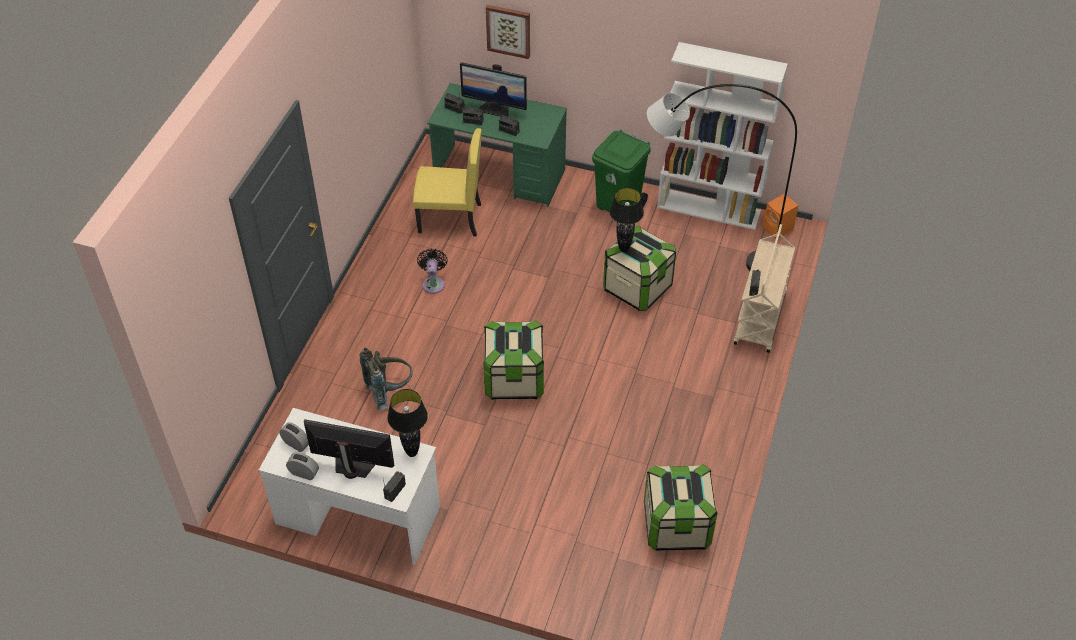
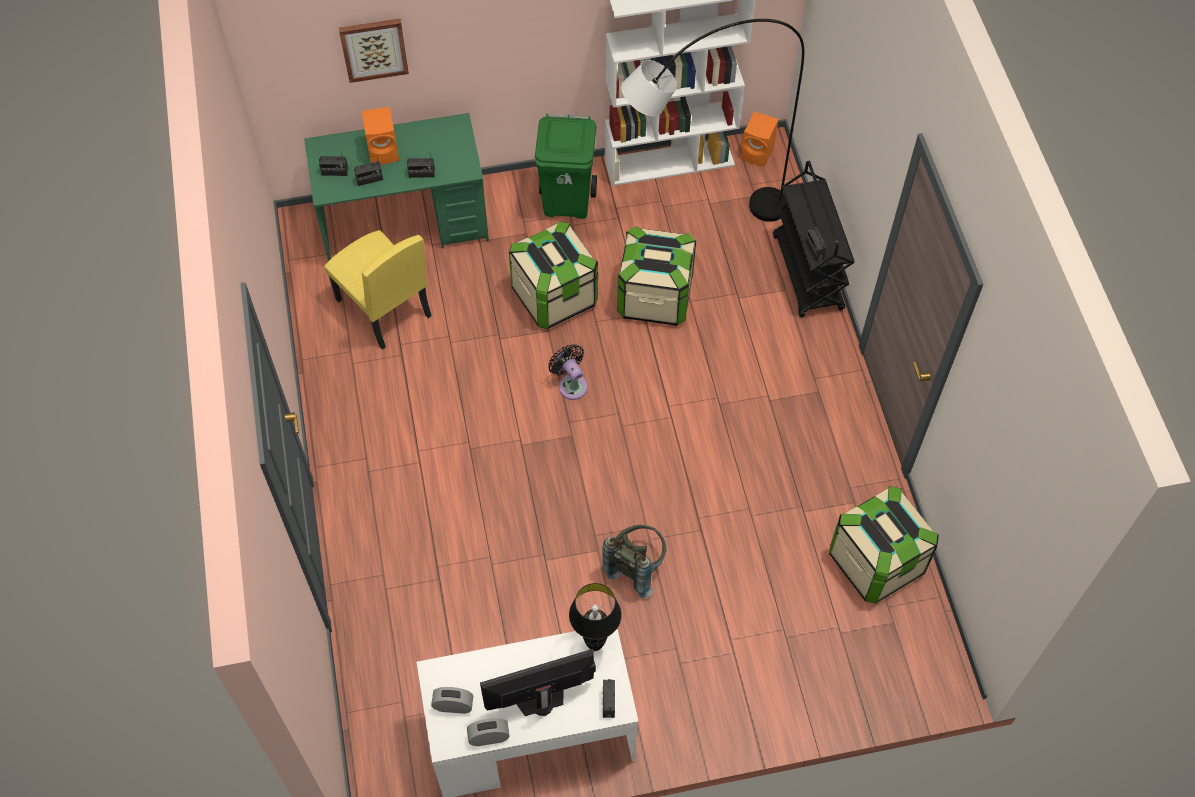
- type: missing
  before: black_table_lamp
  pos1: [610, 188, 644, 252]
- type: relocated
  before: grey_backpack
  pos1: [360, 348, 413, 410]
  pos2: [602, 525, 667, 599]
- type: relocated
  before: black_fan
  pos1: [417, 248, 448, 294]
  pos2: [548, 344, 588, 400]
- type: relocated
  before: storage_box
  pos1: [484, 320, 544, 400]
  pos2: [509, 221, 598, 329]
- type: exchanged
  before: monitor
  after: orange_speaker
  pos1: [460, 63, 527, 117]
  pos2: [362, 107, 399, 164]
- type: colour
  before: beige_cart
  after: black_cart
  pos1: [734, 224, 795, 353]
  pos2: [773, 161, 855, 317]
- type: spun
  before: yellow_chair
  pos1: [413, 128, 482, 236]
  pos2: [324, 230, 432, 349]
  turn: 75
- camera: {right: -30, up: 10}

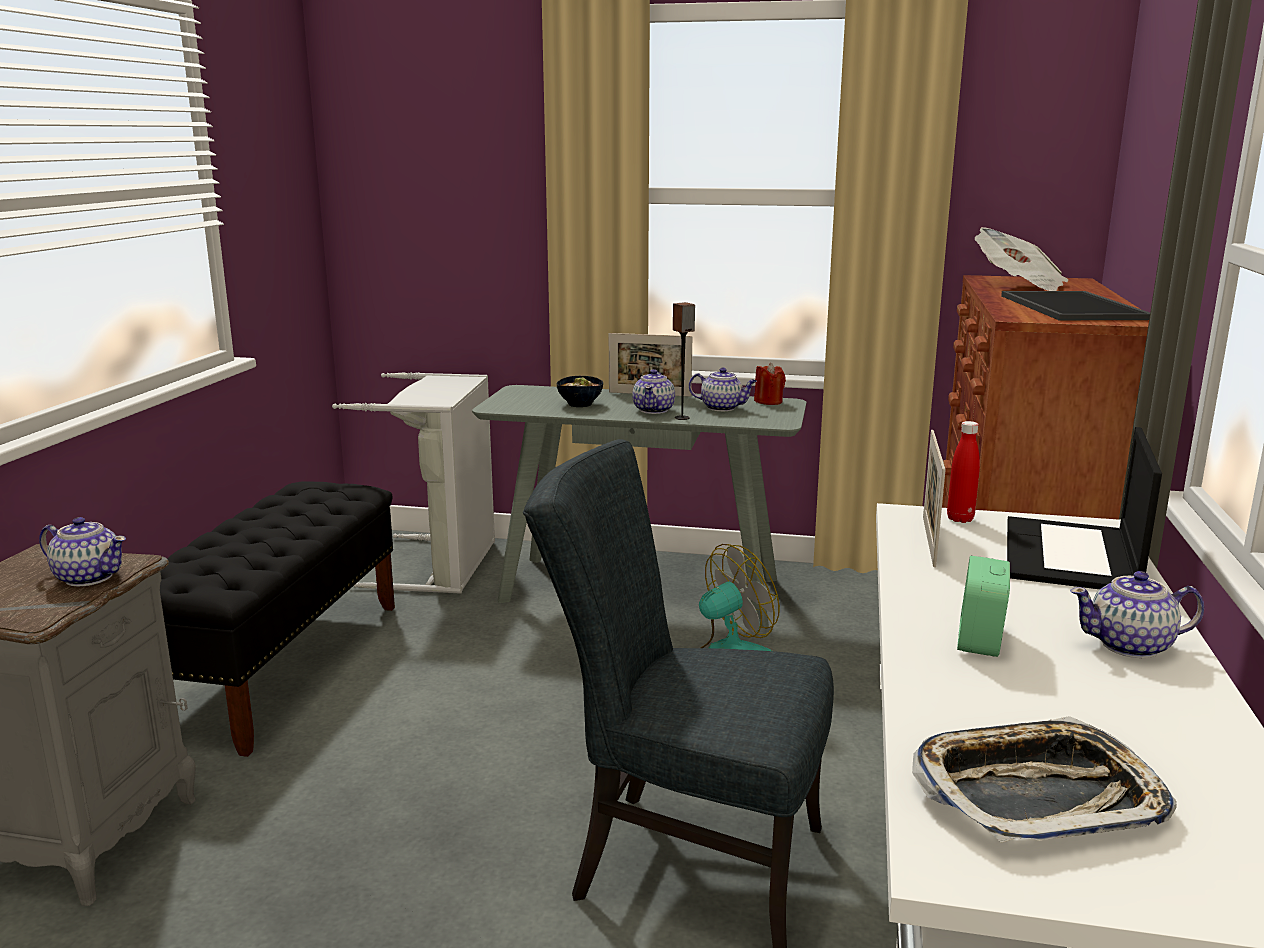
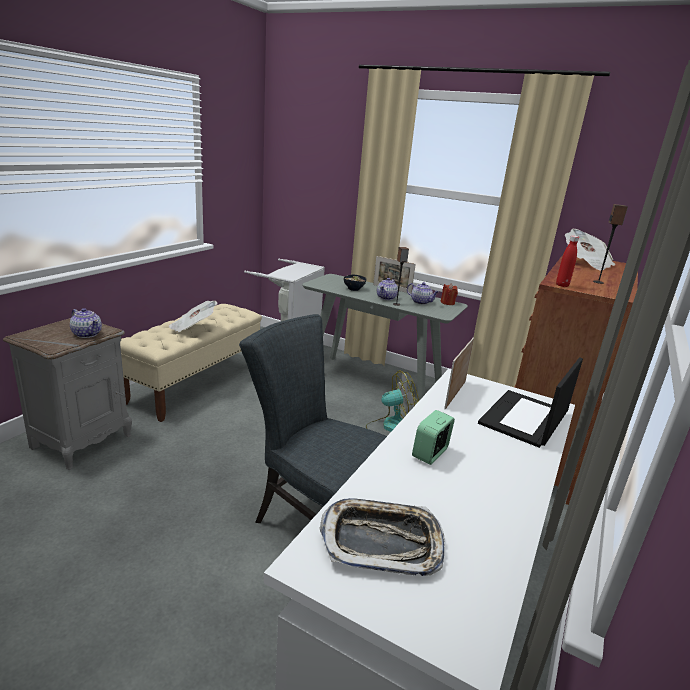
- type: missing
  before: teapot
  pos1: [1070, 571, 1204, 658]
- type: appeared
  after: newspaper
  pos2: [169, 301, 218, 332]
- type: relocated
  before: red_bottle
  pos1: [947, 421, 980, 523]
  pos2: [556, 236, 579, 287]
- type: exchanged
  before: tray
  after: speaker
  pos1: [1001, 291, 1150, 320]
  pos2: [593, 204, 628, 284]
- type: colour
  before: black_bench
  after: beige_bench
  pos1: [160, 481, 395, 757]
  pos2: [120, 304, 262, 422]
- camera: {right: 15, up: 5}

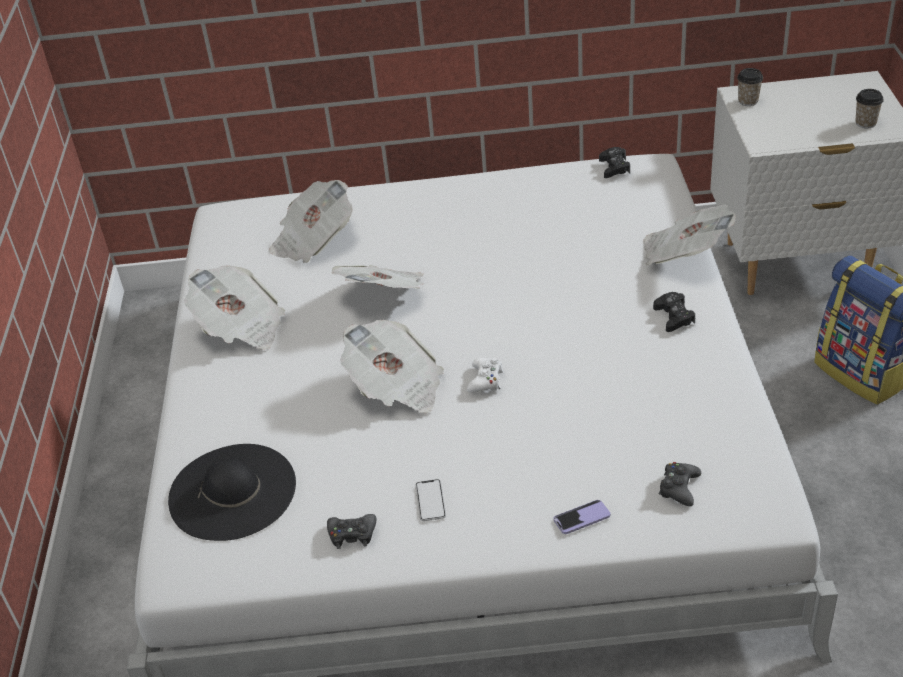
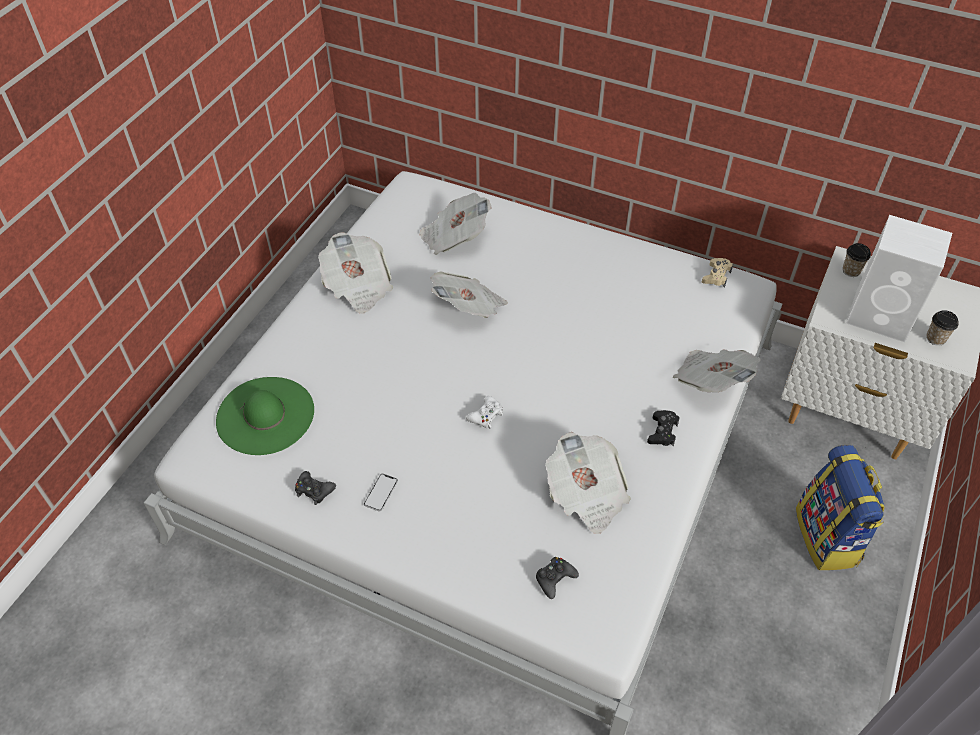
- type: missing
  before: phone
  pos1: [553, 500, 611, 534]
- type: appeared
  after: white_speaker
  pos2: [846, 215, 952, 342]
- type: relocated
  before: newspaper
  pos1: [340, 320, 444, 413]
  pos2: [545, 432, 631, 534]
- type: colour
  before: black_hat
  after: green_hat
  pos1: [168, 444, 296, 541]
  pos2: [216, 377, 314, 455]
- type: colour
  before: black_game_controller
  after: beige_game_controller
  pos1: [599, 147, 630, 178]
  pos2: [702, 258, 733, 287]
- camera: {right: 25, up: 10}

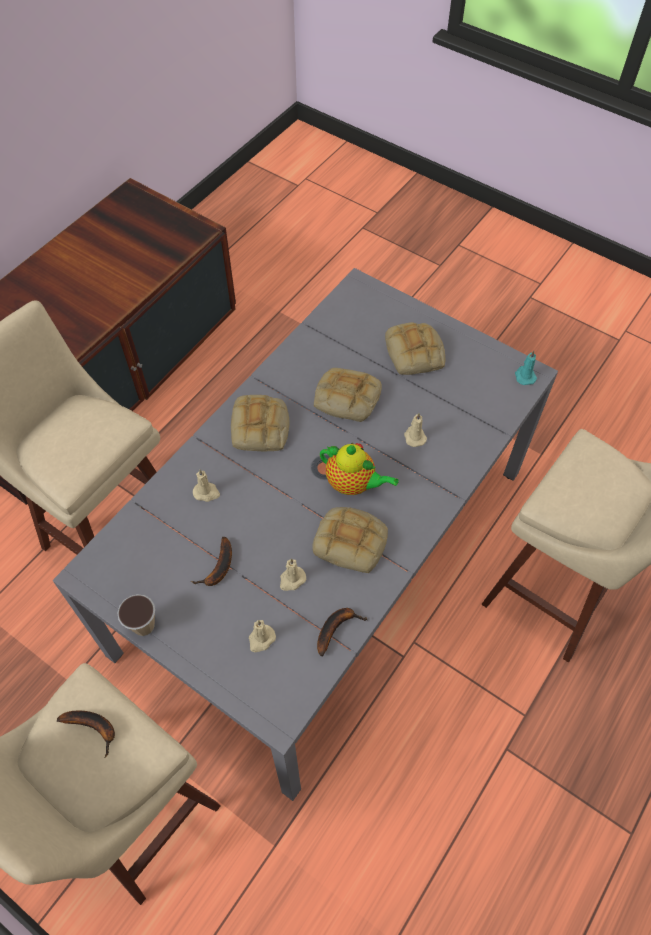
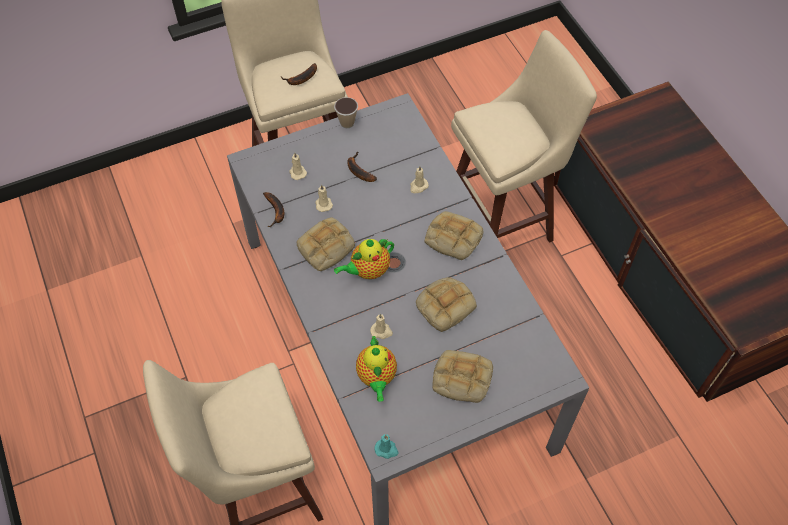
- type: appeared
  after: teapot
  pos2: [356, 336, 397, 402]
- camera: {right: 120, up: 0}

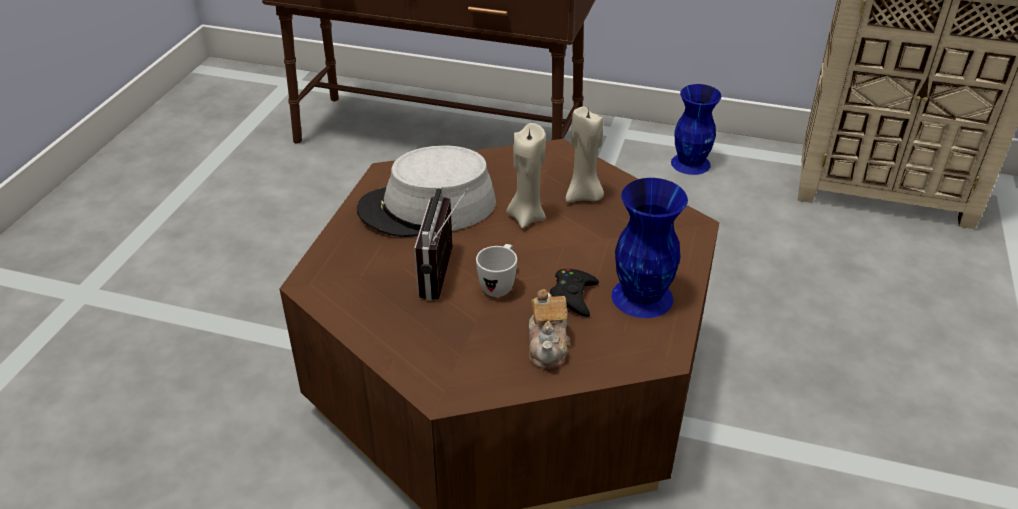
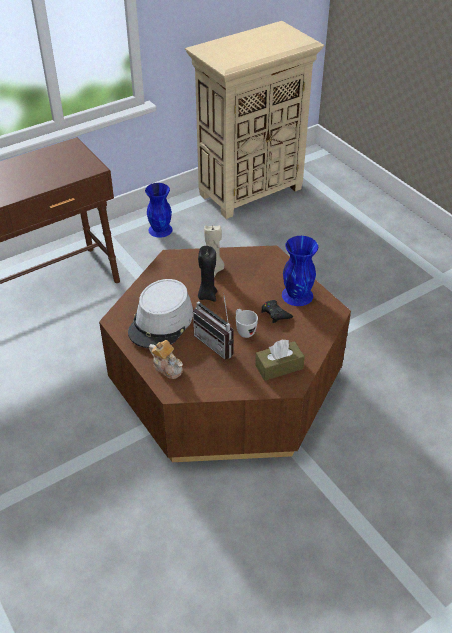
- type: appeared
  after: brown_tissue_box
  pos2: [255, 339, 305, 381]
- type: relocated
  before: teapot
  pos1: [529, 289, 570, 369]
  pos2: [149, 340, 183, 379]
- type: colour
  before: beige_candle
  after: black_candle
  pos1: [506, 123, 546, 228]
  pos2: [198, 246, 217, 302]
- camera: {right: -50, up: 5}

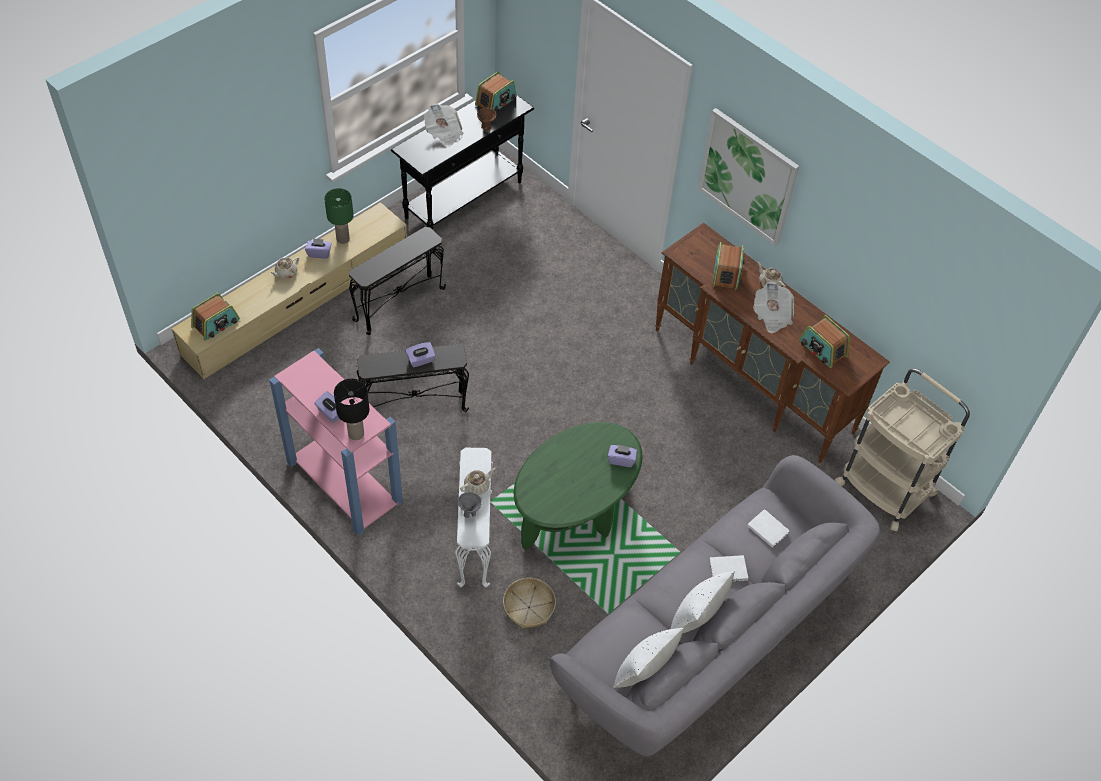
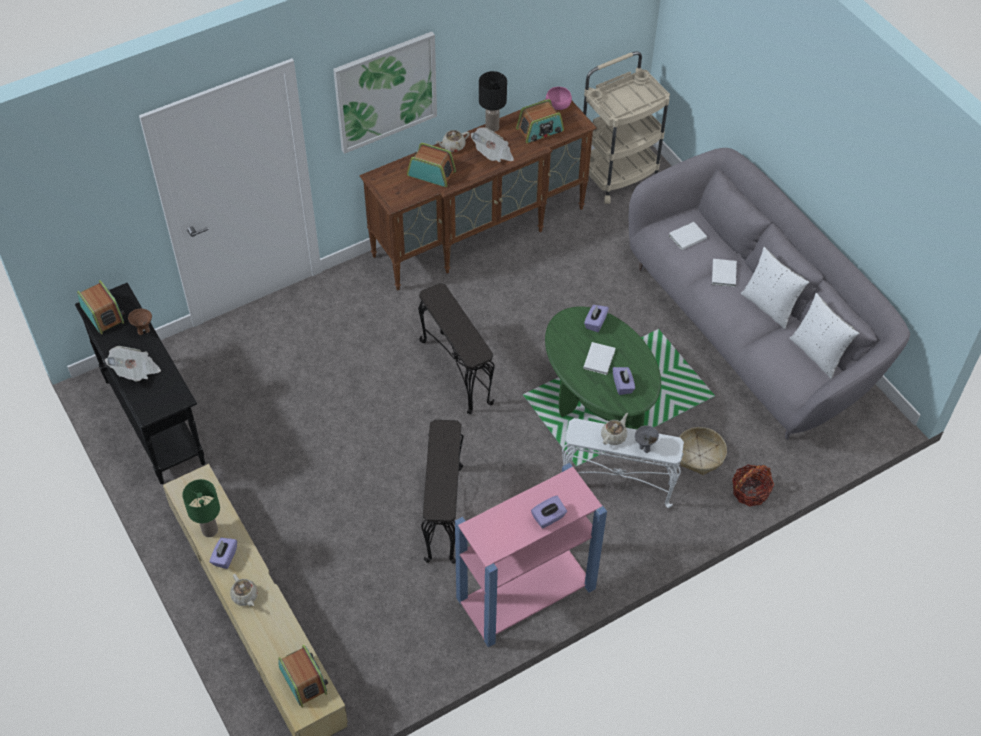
- type: appeared
  after: pink_bowl
  pos2: [546, 87, 572, 110]
- type: appeared
  after: white_book
  pos2: [583, 342, 616, 375]
- type: appeared
  after: basket
  pos2: [732, 464, 774, 506]
- type: relocated
  before: black_table_lamp
  pos1: [334, 379, 370, 441]
  pos2: [479, 71, 507, 132]
- type: relocated
  before: black_side_table
  pos1: [349, 227, 446, 335]
  pos2: [418, 283, 495, 414]
- type: relocated
  before: purple_tissue_box
  pos1: [405, 342, 436, 367]
  pos2: [613, 367, 635, 395]
- type: spun
  before: beige_teapot
  pos1: [460, 467, 495, 495]
  pos2: [601, 413, 628, 445]
  turn: 60
- camera: {right: -75, up: 0}

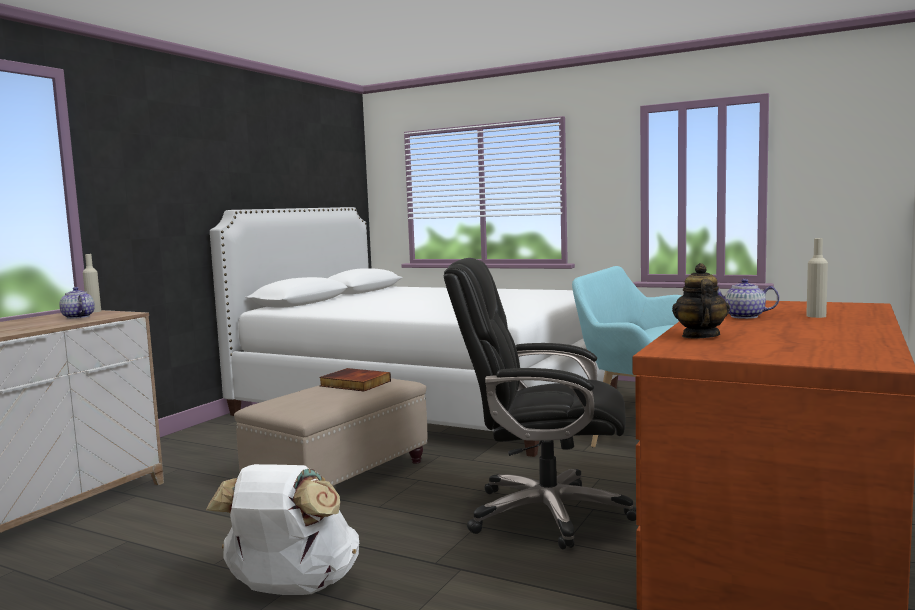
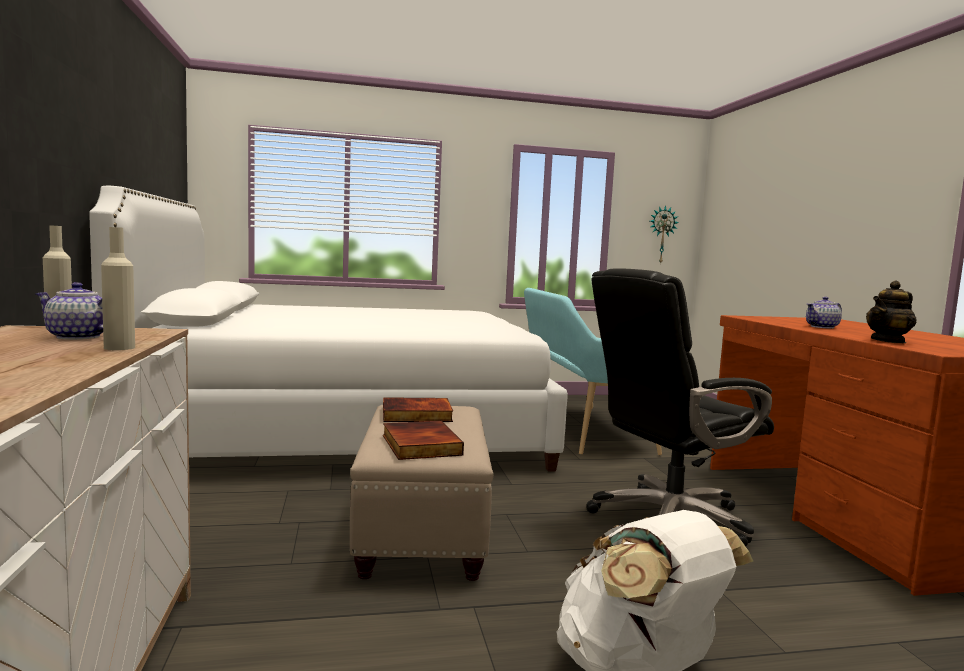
- type: appeared
  after: book
  pos2: [383, 421, 464, 460]
- type: appeared
  after: wall_clock
  pos2: [650, 205, 678, 264]
- type: relocated
  before: beige_bottle
  pos1: [806, 238, 828, 318]
  pos2: [101, 227, 135, 350]
- type: spun
  before: teapot
  pos1: [672, 263, 730, 338]
  pos2: [866, 281, 917, 343]
  turn: -90
- camera: {right: -40, up: 0}

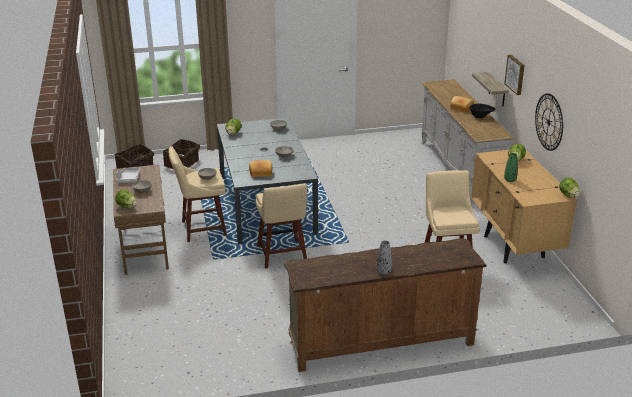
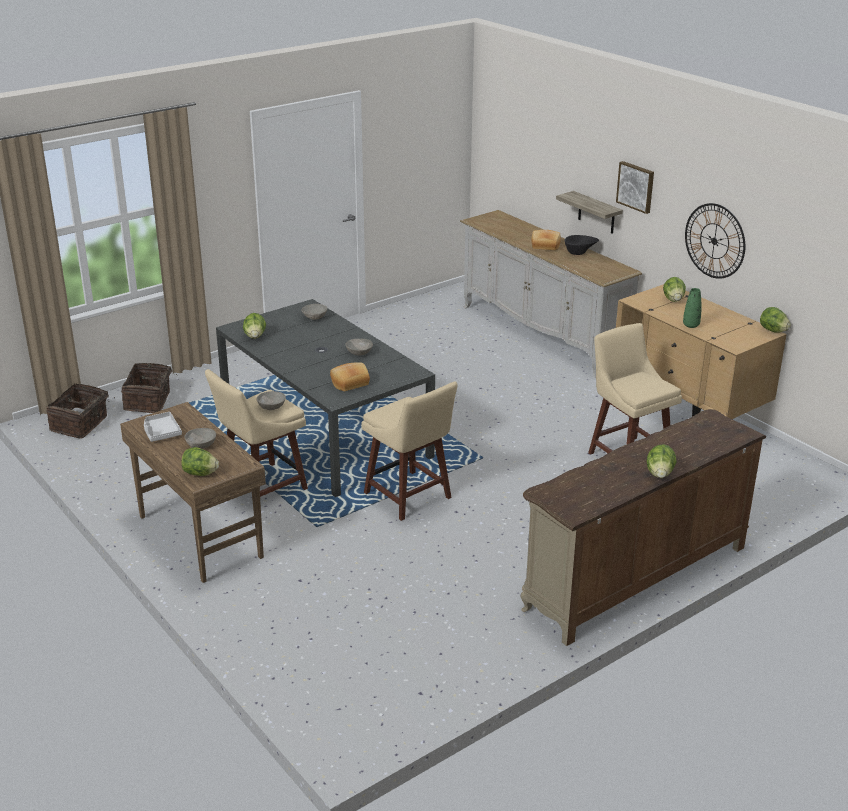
- type: exchanged
  before: grey_vase
  after: lettuce
  pos1: [377, 241, 392, 275]
  pos2: [646, 444, 677, 478]
- camera: {right: -25, up: 0}

